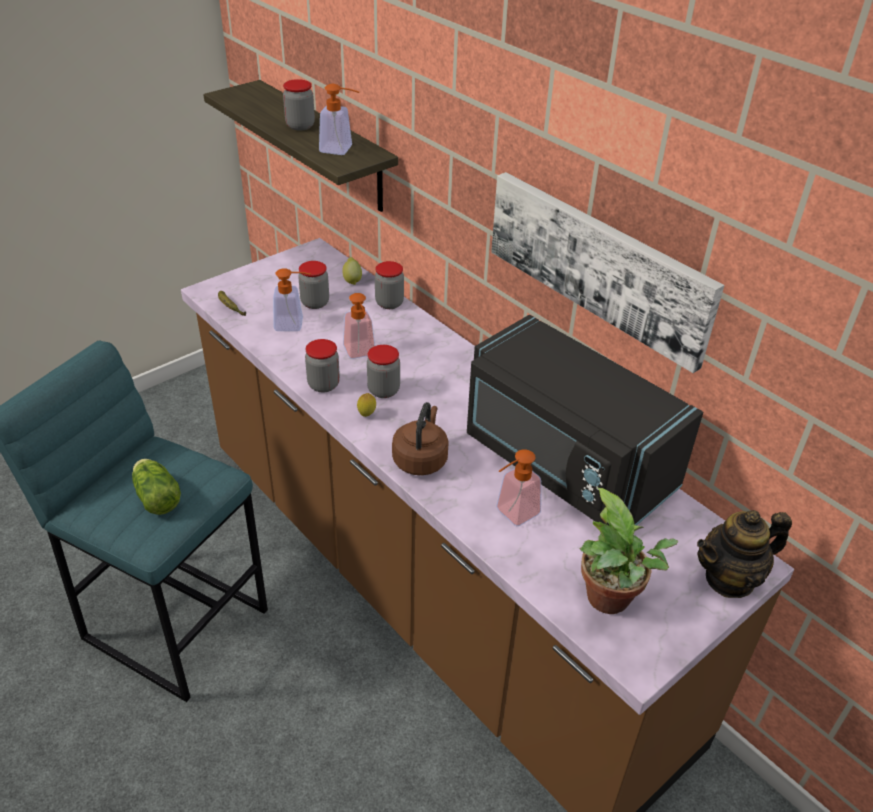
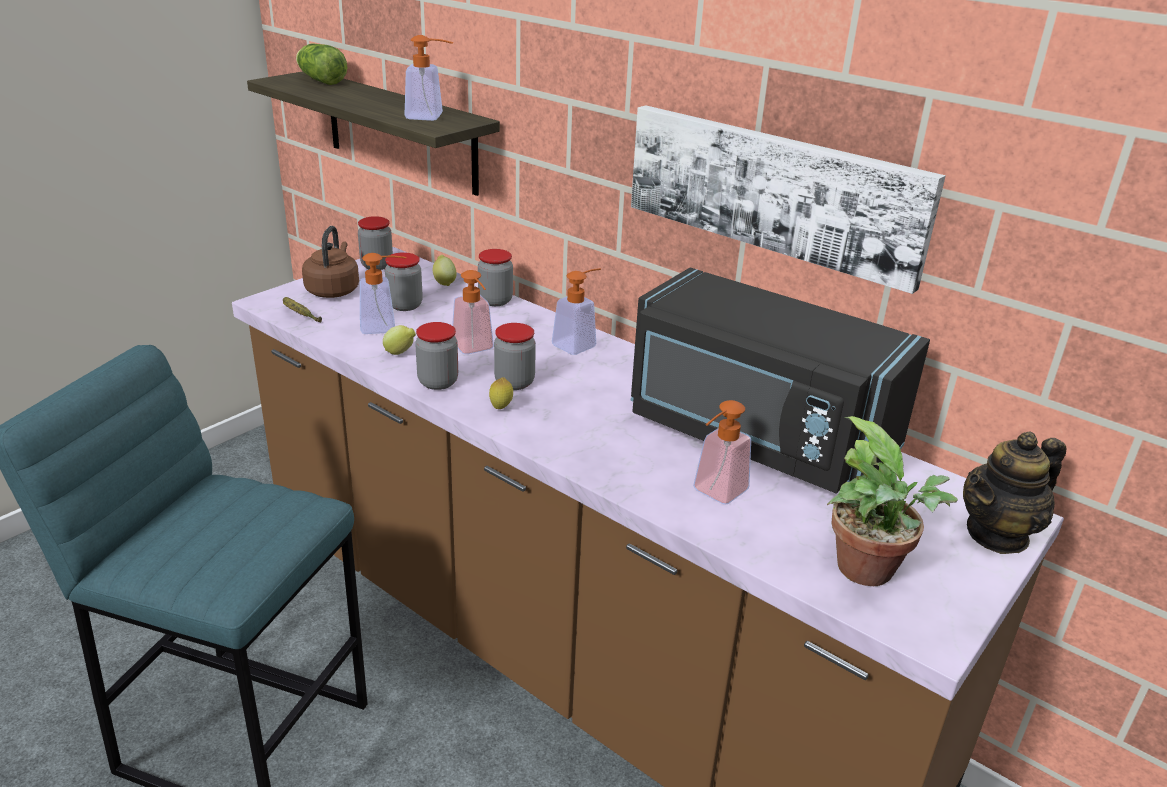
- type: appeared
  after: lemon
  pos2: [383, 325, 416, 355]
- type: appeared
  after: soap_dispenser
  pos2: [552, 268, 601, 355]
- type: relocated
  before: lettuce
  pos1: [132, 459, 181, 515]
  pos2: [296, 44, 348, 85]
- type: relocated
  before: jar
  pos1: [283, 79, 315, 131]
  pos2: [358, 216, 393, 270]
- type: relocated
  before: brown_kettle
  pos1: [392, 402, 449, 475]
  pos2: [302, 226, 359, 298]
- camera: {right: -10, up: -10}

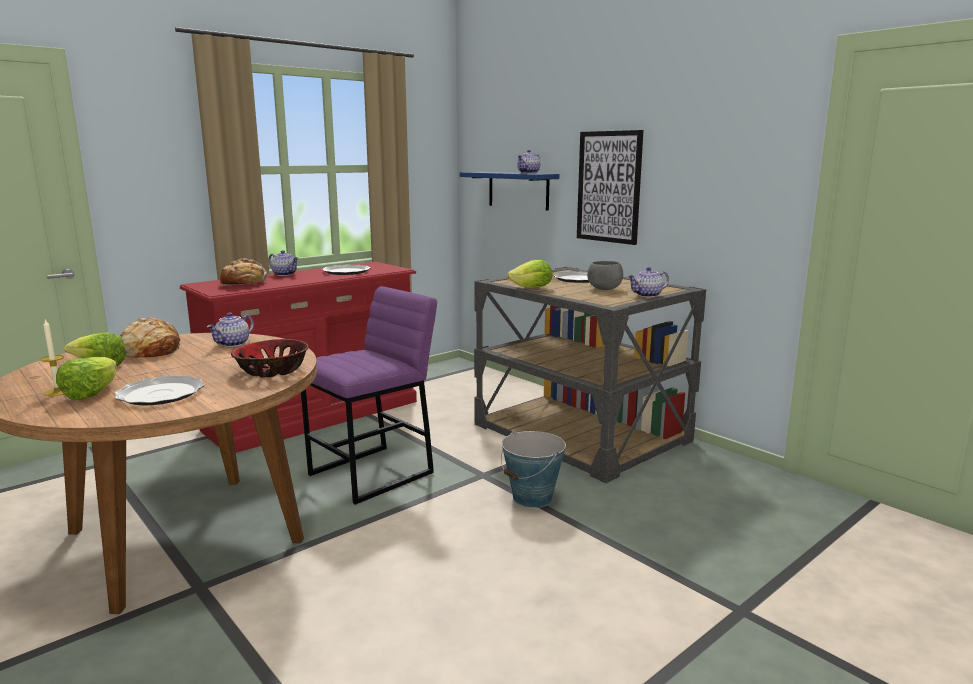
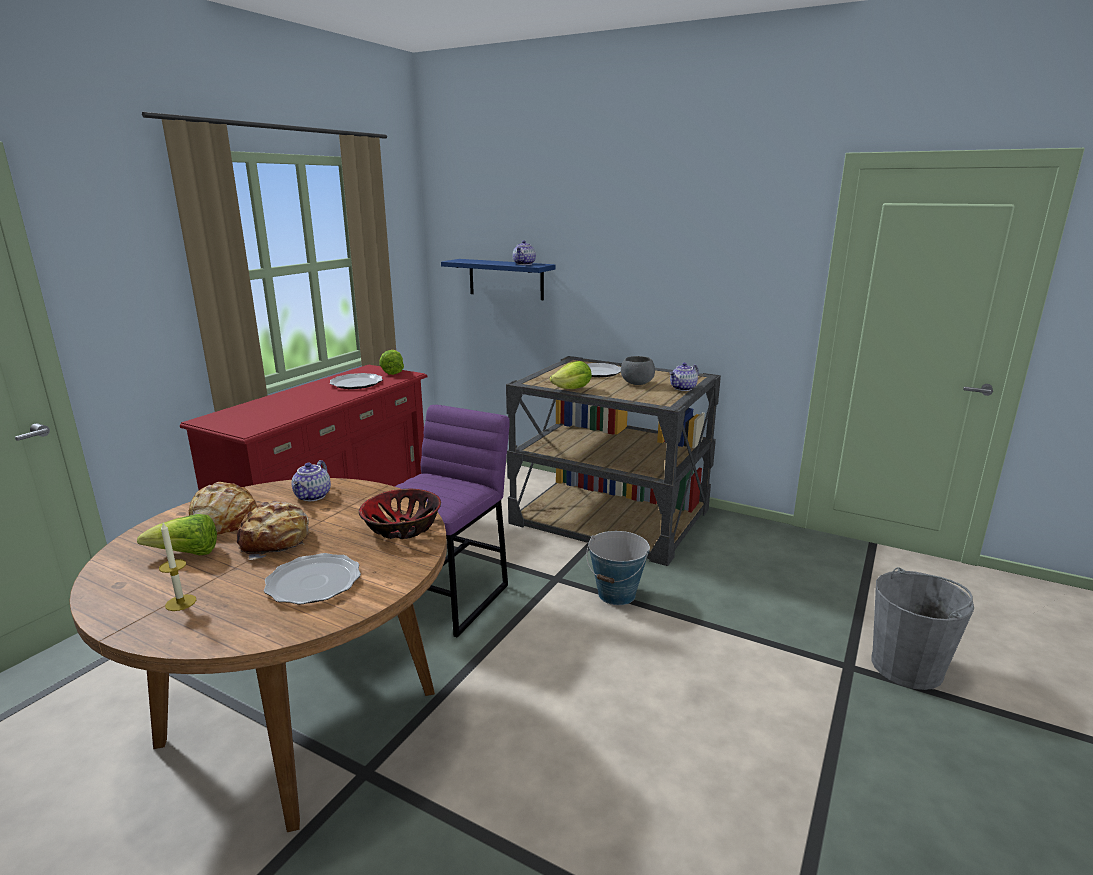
- type: missing
  before: teapot
  pos1: [269, 250, 298, 276]
- type: missing
  before: picture
  pos1: [577, 130, 643, 245]
- type: appeared
  after: grey_bucket
  pos2: [871, 567, 974, 690]
- type: relocated
  before: lettuce
  pos1: [56, 357, 117, 400]
  pos2: [379, 350, 404, 375]
- type: relocated
  before: bread
  pos1: [220, 258, 268, 286]
  pos2: [237, 501, 310, 560]
- camera: {right: -20, up: 5}

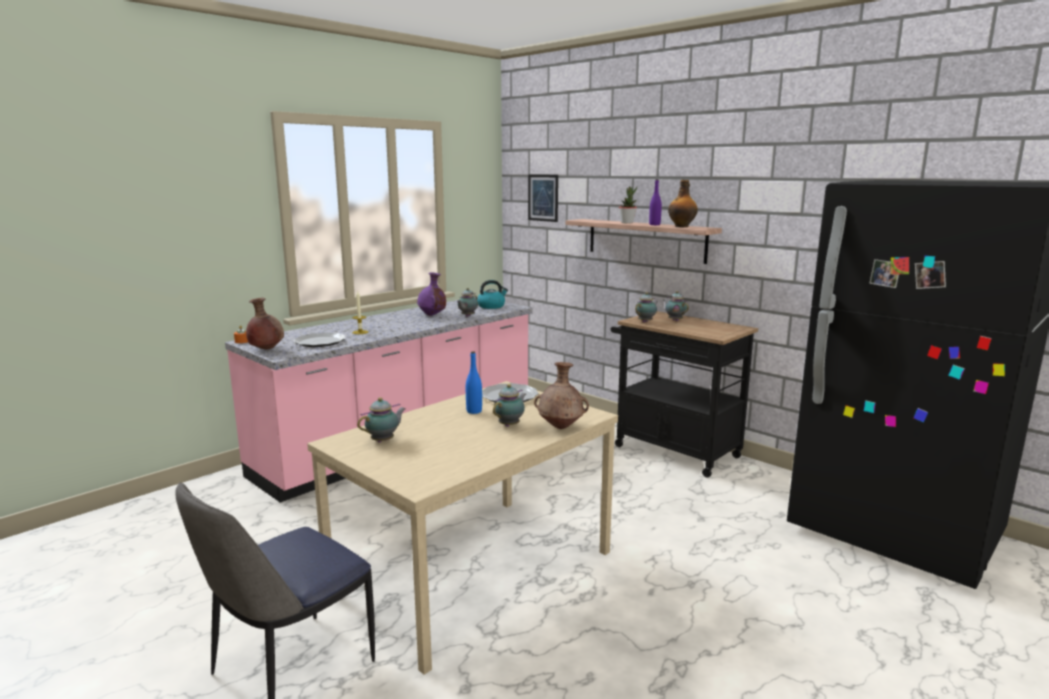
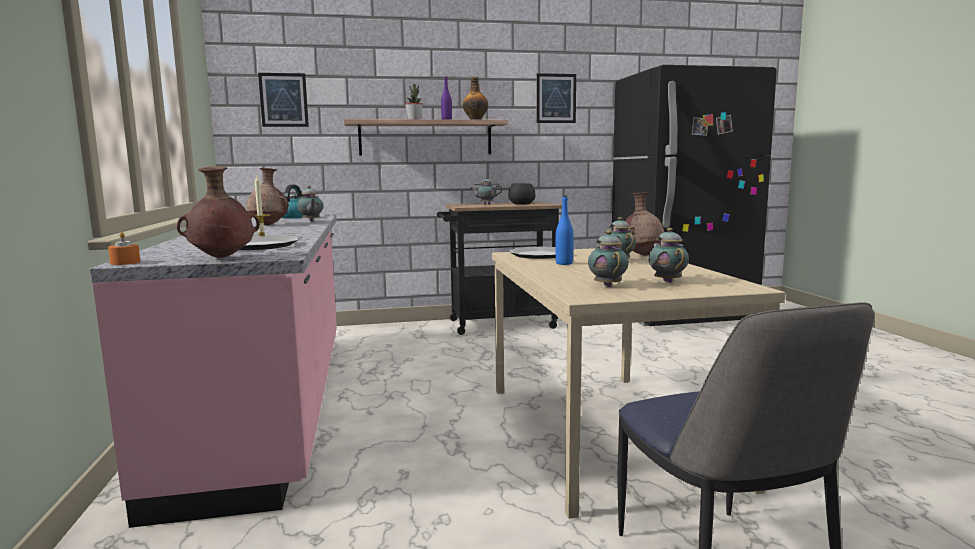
- type: appeared
  after: black_bowl
  pos2: [508, 183, 535, 205]
- type: appeared
  after: picture
  pos2: [537, 73, 576, 123]
- type: relocated
  before: teapot
  pos1: [635, 292, 658, 323]
  pos2: [648, 228, 689, 283]
- type: colour
  before: purple_vase
  after: brown_vase
  pos1: [417, 273, 446, 316]
  pos2: [247, 168, 289, 225]
- camera: {right: -55, up: -5}

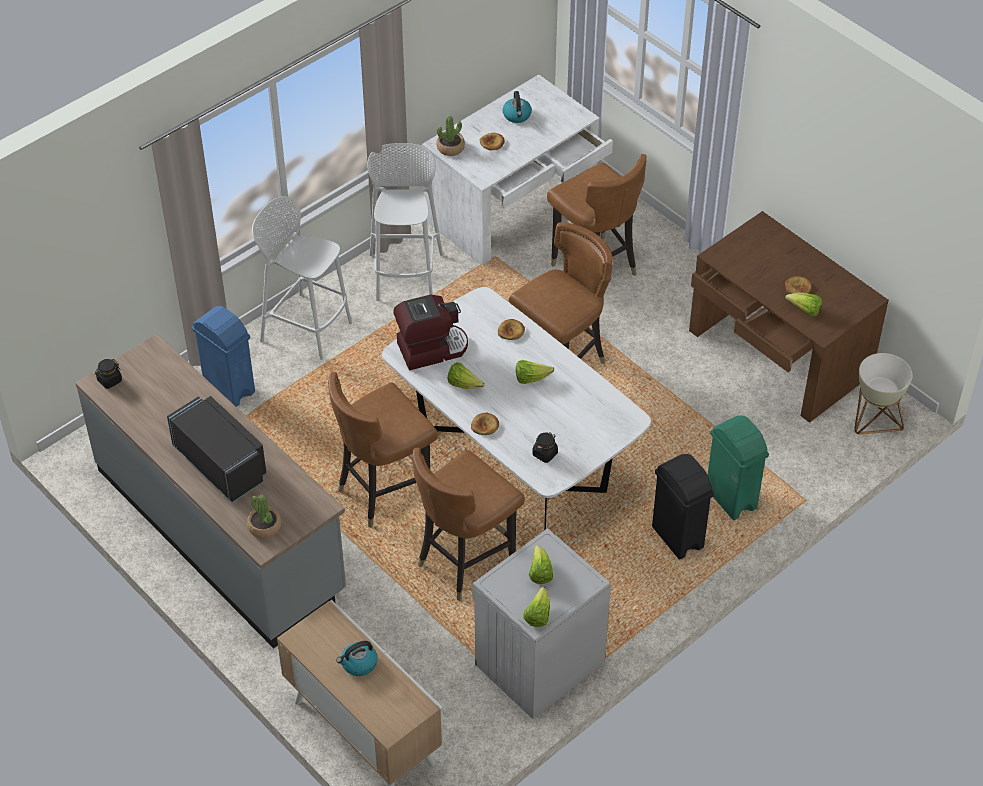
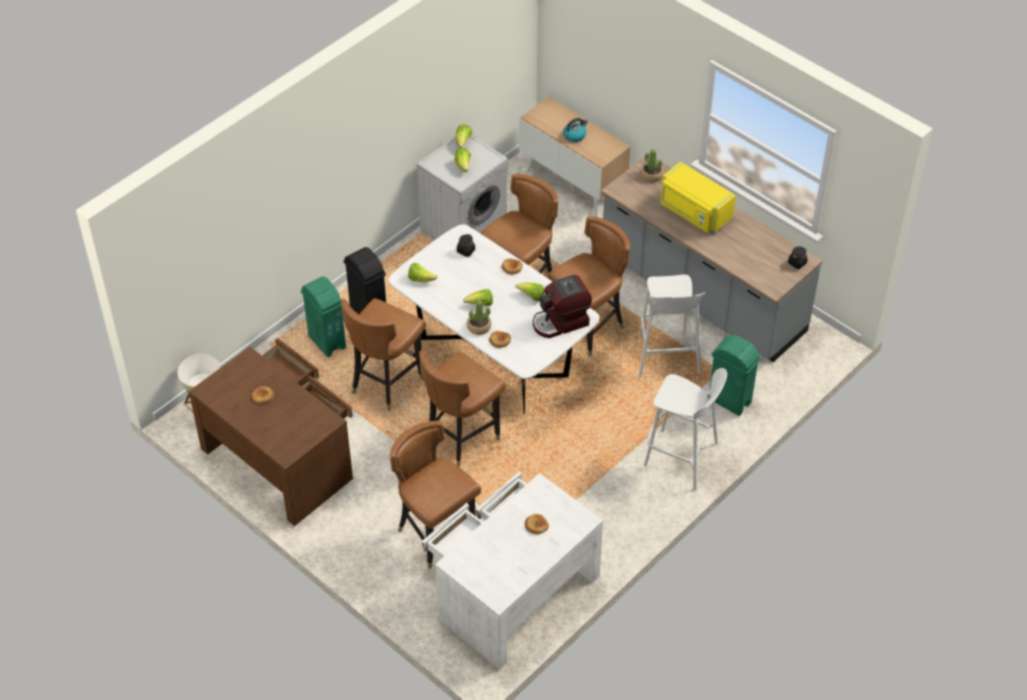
- type: missing
  before: kettle
  pos1: [503, 91, 532, 123]
- type: appeared
  after: brown_chair
  pos2: [341, 298, 426, 411]
- type: relocated
  before: white_stool
  pos1: [368, 143, 443, 301]
  pos2: [639, 275, 705, 378]
- type: relocated
  before: potted_plant
  pos1: [437, 115, 465, 156]
  pos2: [467, 301, 491, 335]
- type: relocated
  before: lettuce
  pos1: [785, 293, 822, 317]
  pos2: [408, 263, 437, 282]
- type: colour
  before: black_microwave
  after: yellow_microwave
  pos1: [167, 396, 266, 503]
  pos2: [660, 162, 736, 233]
- type: colour
  before: blue_trash_can
  after: green_trash_can
  pos1: [192, 306, 255, 407]
  pos2: [708, 335, 761, 416]
- camera: {right: 175, up: 0}

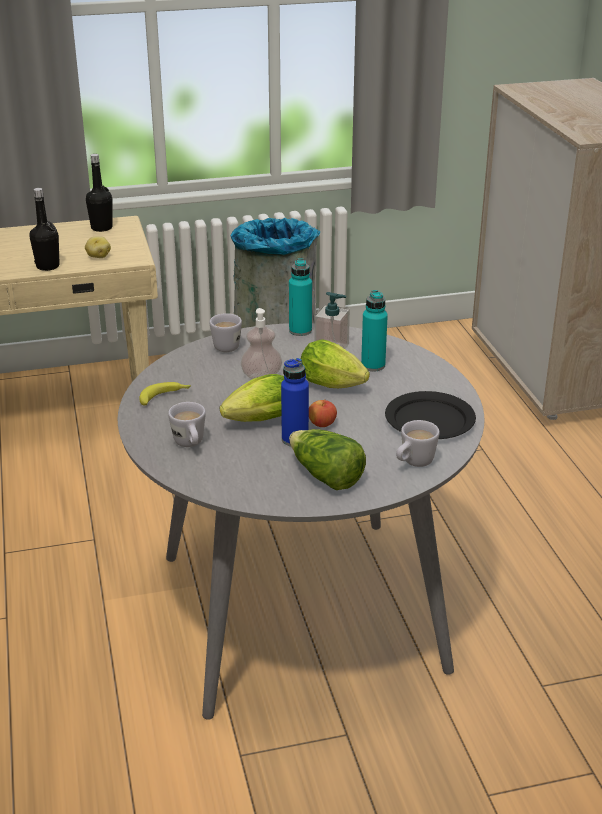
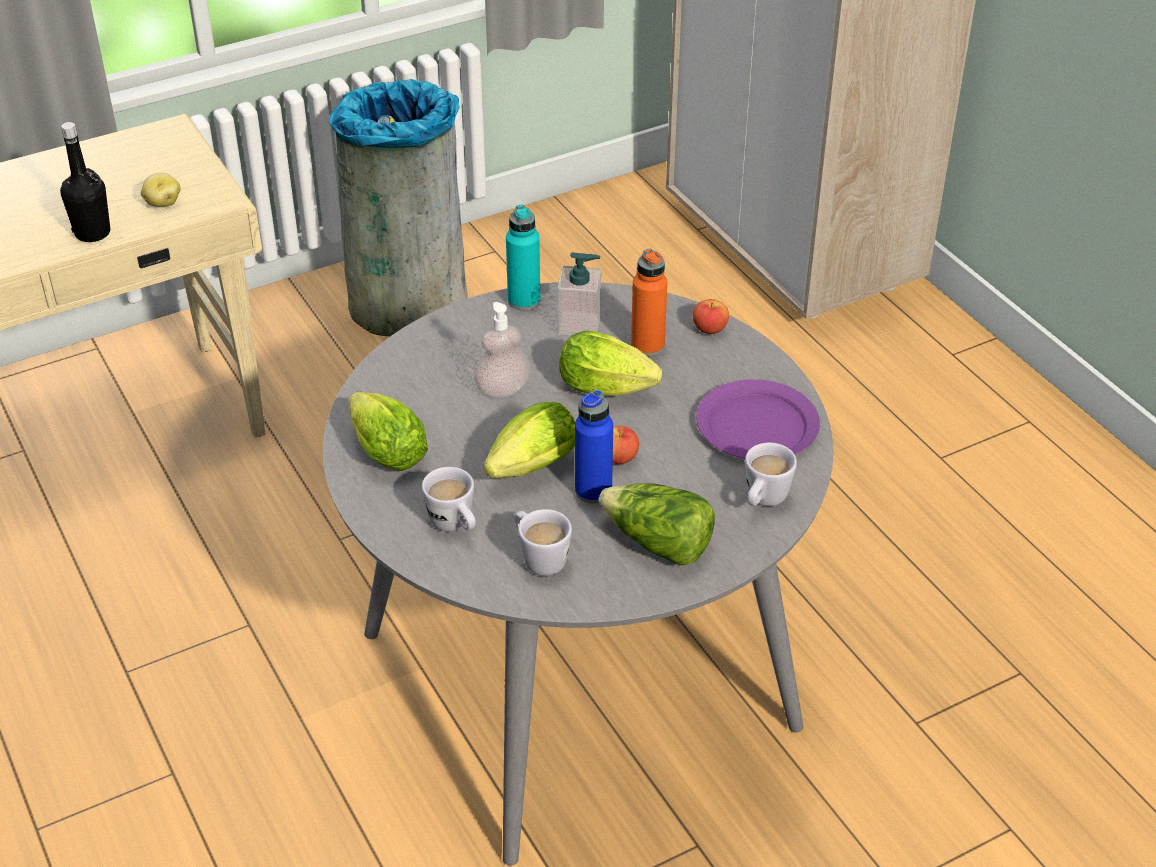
- type: missing
  before: black_bottle
  pos1: [86, 154, 113, 232]
- type: appeared
  after: apple
  pos2: [693, 299, 729, 334]
- type: relocated
  before: white_mug
  pos1: [209, 313, 242, 352]
  pos2: [514, 509, 572, 576]
- type: exchanged
  before: banana
  after: lettuce
  pos1: [139, 382, 191, 405]
  pos2: [349, 392, 428, 471]
- type: colour
  before: turquoise_bottle
  after: orange_bottle
  pos1: [361, 290, 388, 372]
  pos2: [631, 249, 667, 356]
- type: colour
  before: black_plate
  after: purple_plate
  pos1: [385, 391, 476, 439]
  pos2: [696, 379, 820, 459]
- camera: {right: -15, up: 10}

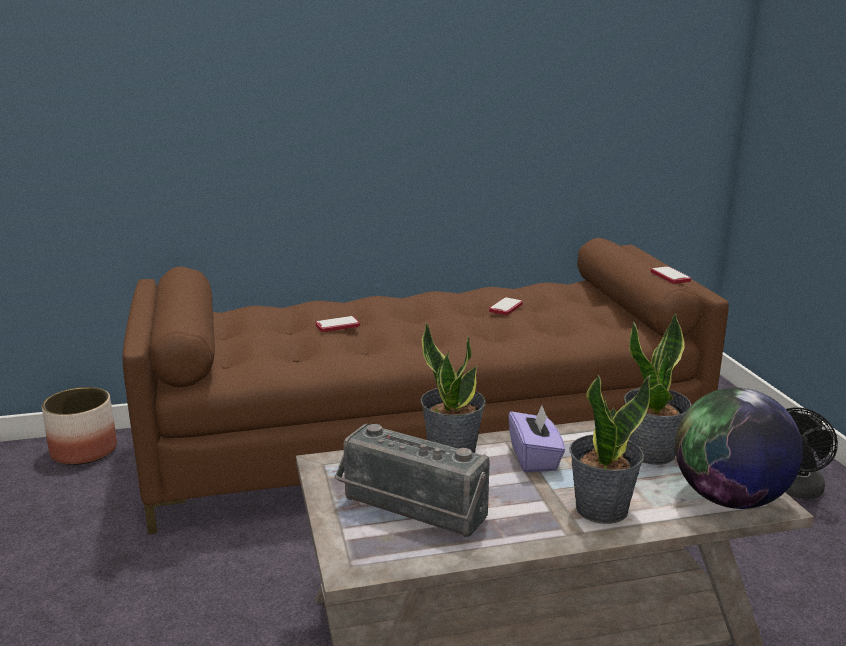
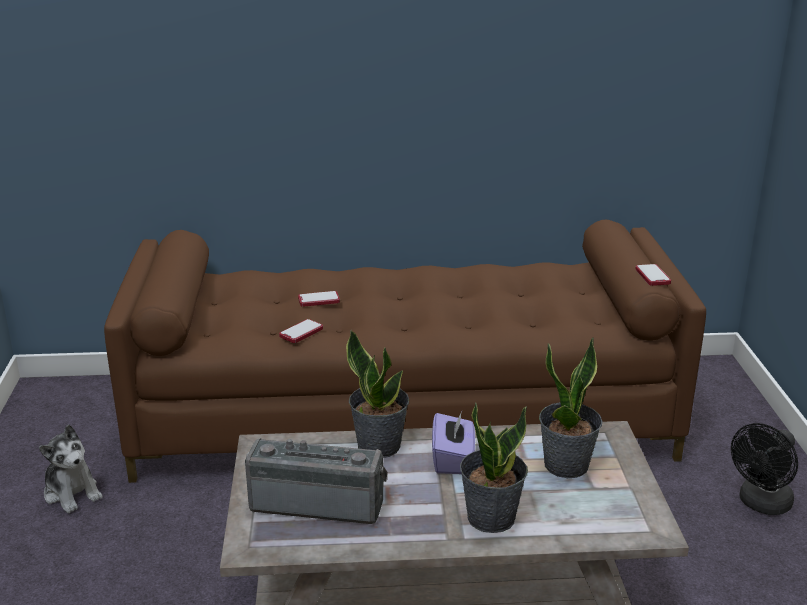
- type: missing
  before: planter
  pos1: [42, 387, 117, 465]
- type: missing
  before: globe
  pos1: [675, 388, 803, 509]
- type: appeared
  after: plush_toy
  pos2: [39, 424, 103, 513]
- type: relocated
  before: phone
  pos1: [489, 298, 523, 315]
  pos2: [279, 319, 323, 343]
- type: spun
  before: radio
  pos1: [335, 423, 490, 537]
  pos2: [245, 438, 387, 524]
  turn: 150
- camera: {right: 10, up: 5}

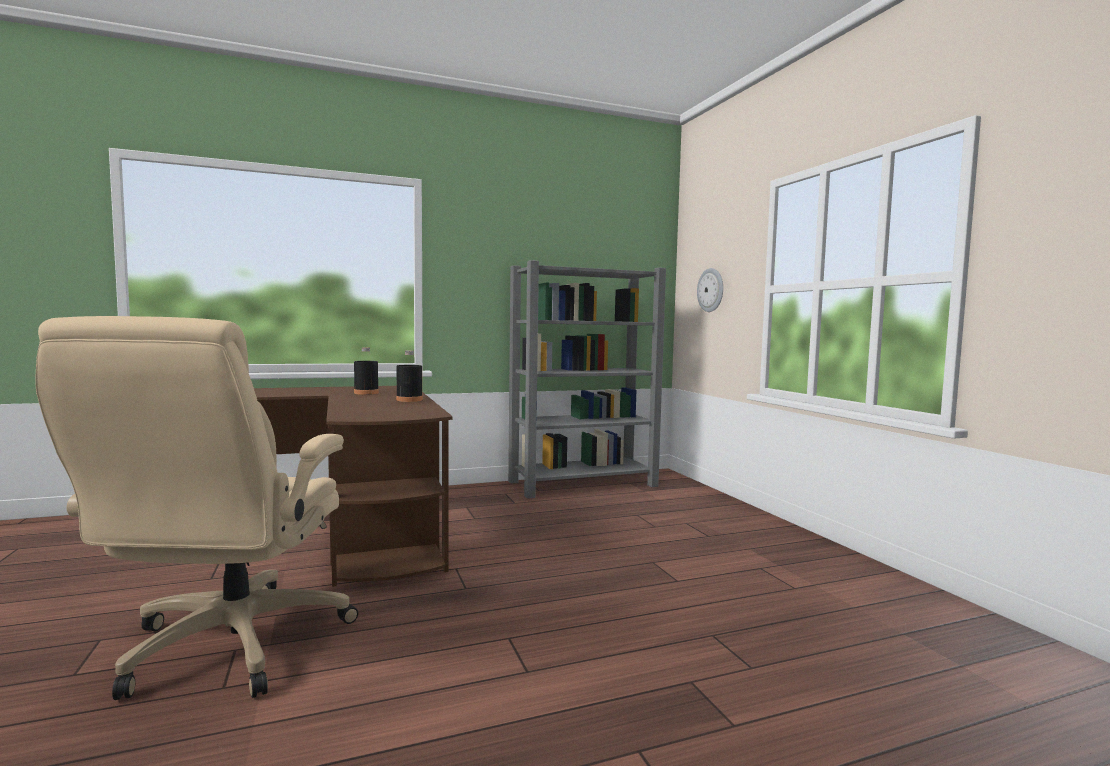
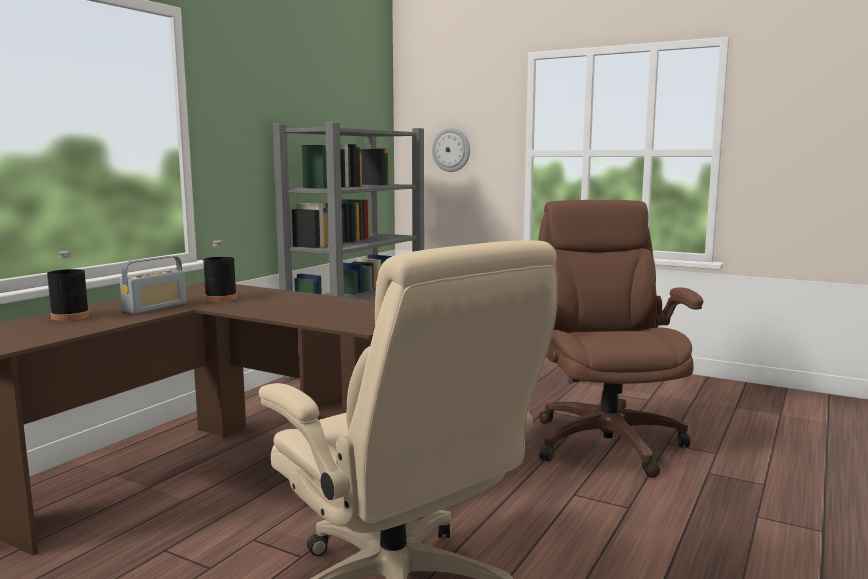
- type: appeared
  after: radio
  pos2: [120, 256, 186, 314]
- type: appeared
  after: brown_office_chair
  pos2: [538, 200, 703, 478]
- type: relocated
  before: black_bottle
  pos1: [396, 351, 423, 402]
  pos2: [47, 251, 89, 321]
- camera: {right: -40, up: 5}

